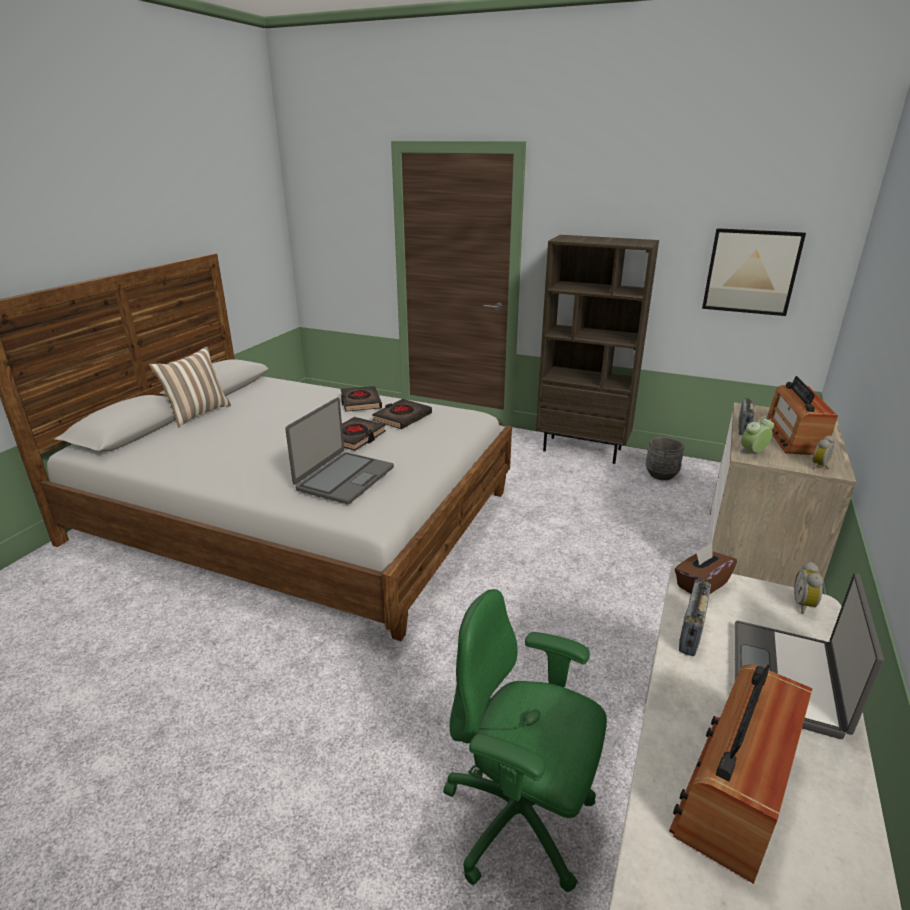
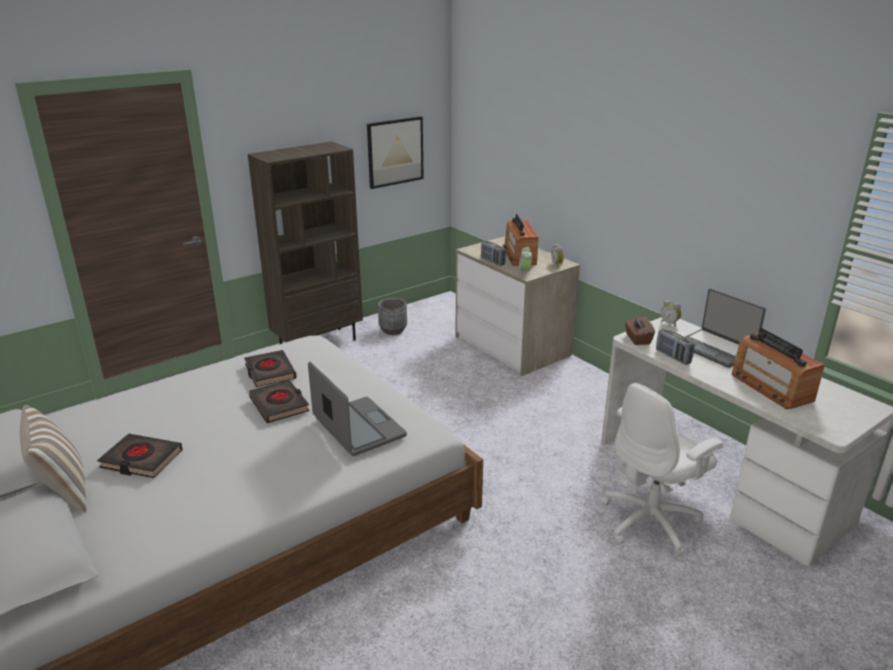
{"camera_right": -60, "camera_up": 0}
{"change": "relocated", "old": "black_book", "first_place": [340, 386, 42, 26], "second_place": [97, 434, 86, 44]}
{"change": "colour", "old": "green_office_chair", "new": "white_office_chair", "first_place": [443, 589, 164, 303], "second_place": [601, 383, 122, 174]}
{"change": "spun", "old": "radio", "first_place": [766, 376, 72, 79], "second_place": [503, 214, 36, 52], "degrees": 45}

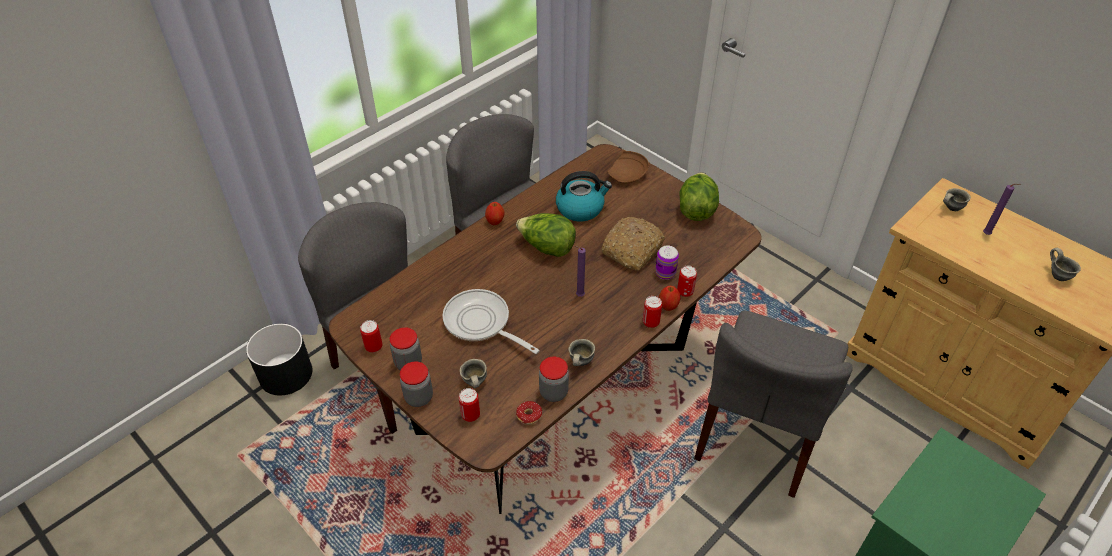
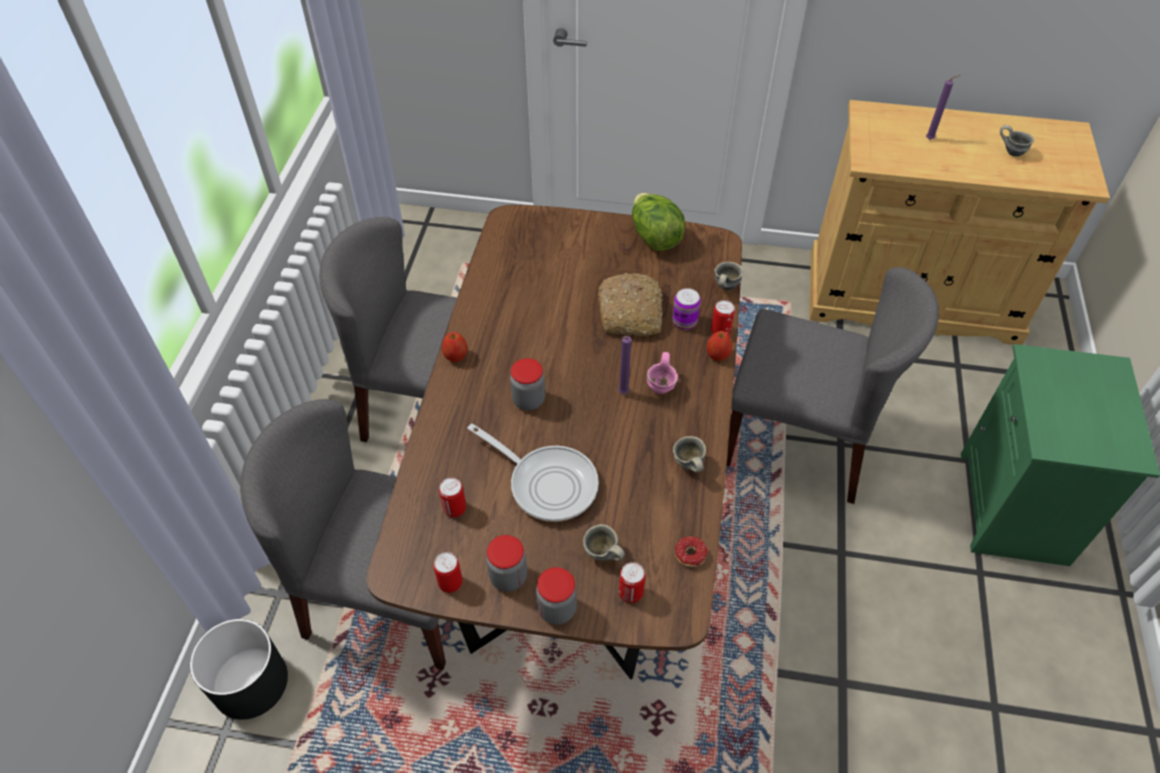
{"camera_right": -35, "camera_up": 5}
{"change": "missing", "old": "lettuce", "first_place": [516, 213, 60, 44]}
{"change": "missing", "old": "kettle", "first_place": [556, 171, 56, 50]}
{"change": "missing", "old": "brown_plate", "first_place": [608, 151, 41, 33]}
{"change": "appeared", "new": "pink_mug", "second_place": [647, 352, 31, 42]}
{"change": "relocated", "old": "jar", "first_place": [539, 357, 30, 45], "second_place": [510, 358, 35, 52]}
{"change": "relocated", "old": "can", "first_place": [643, 296, 19, 32], "second_place": [439, 477, 27, 40]}
{"change": "relocated", "old": "grey_mug", "first_place": [943, 188, 28, 23], "second_place": [714, 262, 29, 28]}
{"change": "spun", "old": "frying_pan", "first_place": [442, 289, 98, 65], "second_place": [467, 424, 132, 98], "degrees": -150}
{"change": "spun", "old": "grey_chair", "first_place": [694, 311, 159, 187], "second_place": [727, 267, 212, 237], "degrees": -60}

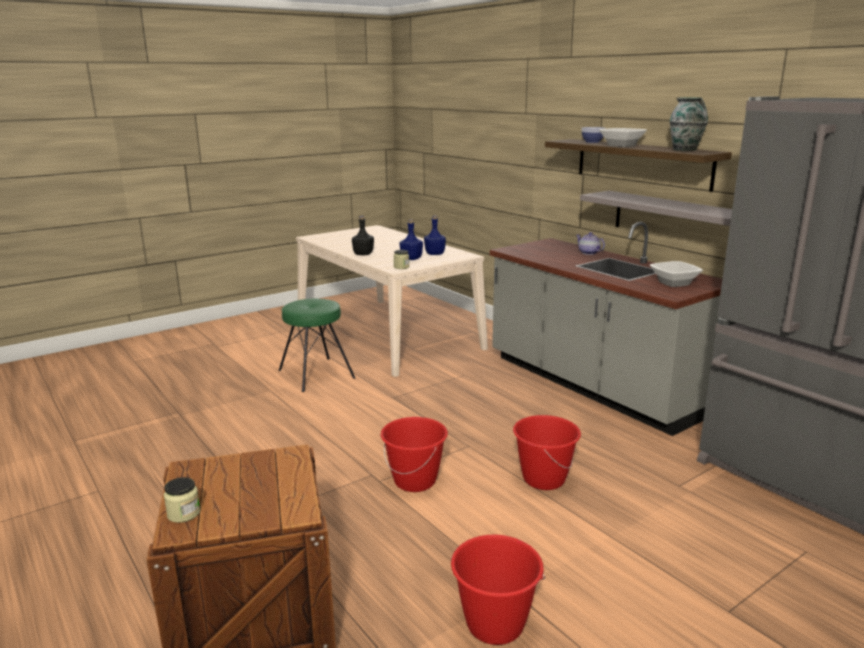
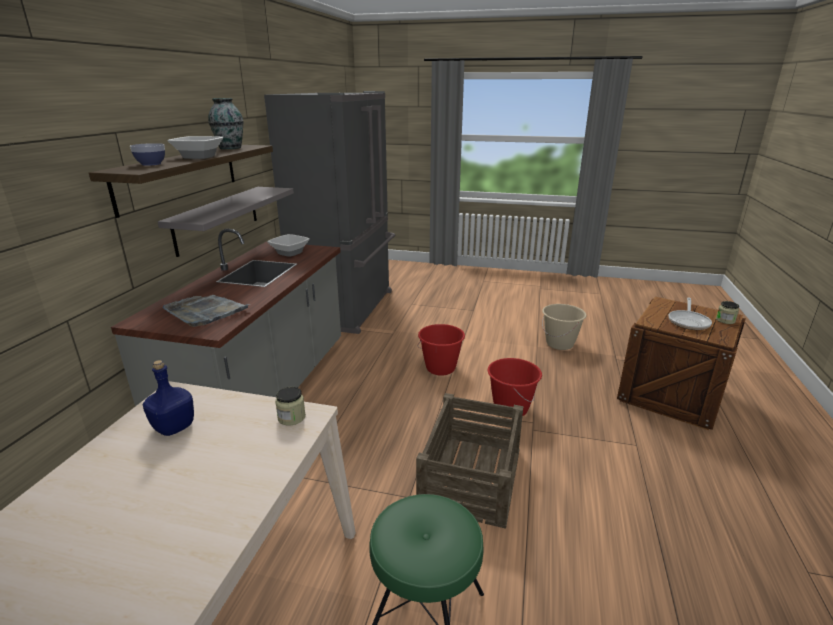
{"camera_right": -130, "camera_up": 5}
{"change": "missing", "old": "black_bottle", "first_place": [352, 216, 22, 39]}
{"change": "missing", "old": "blue_bottle", "first_place": [400, 219, 23, 41]}
{"change": "missing", "old": "teapot", "first_place": [576, 232, 29, 23]}
{"change": "appeared", "new": "grey_tray", "second_place": [162, 295, 89, 32]}
{"change": "appeared", "new": "crate", "second_place": [416, 393, 108, 136]}
{"change": "appeared", "new": "frying_pan", "second_place": [668, 298, 44, 32]}
{"change": "colour", "old": "red_bucket", "new": "beige_bucket", "first_place": [451, 535, 94, 110], "second_place": [542, 304, 44, 46]}

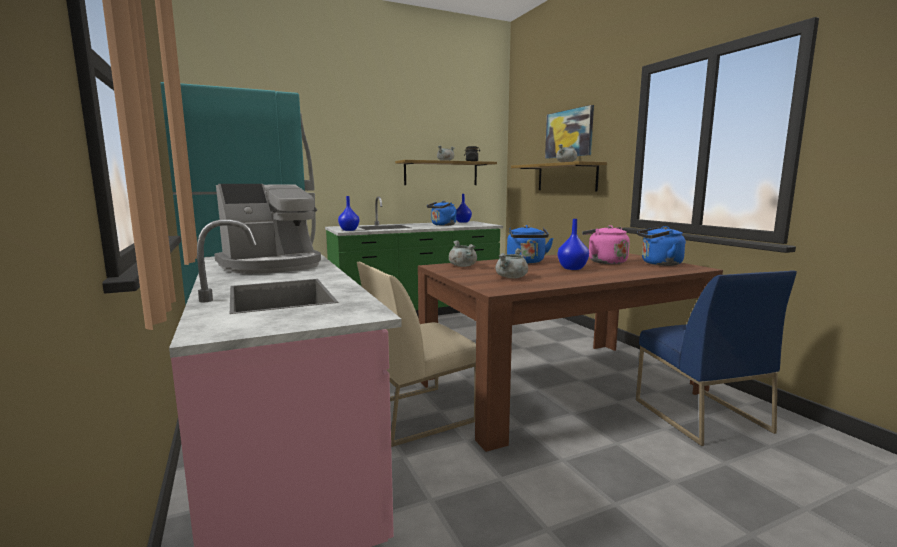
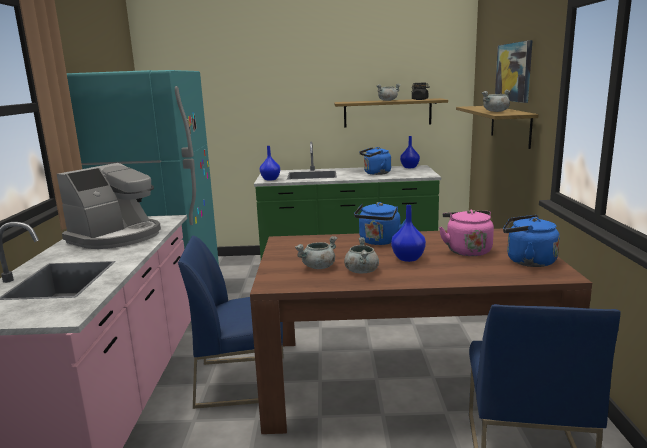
{"camera_right": 25, "camera_up": 5}
{"change": "relocated", "old": "grey_cooking_pot", "first_place": [449, 240, 28, 27], "second_place": [344, 237, 35, 36]}
{"change": "colour", "old": "beige_chair", "new": "blue_chair", "first_place": [357, 262, 119, 185], "second_place": [178, 236, 106, 173]}
{"change": "spun", "old": "coffee_machine", "first_place": [214, 184, 107, 90], "second_place": [57, 163, 104, 86], "degrees": -45}

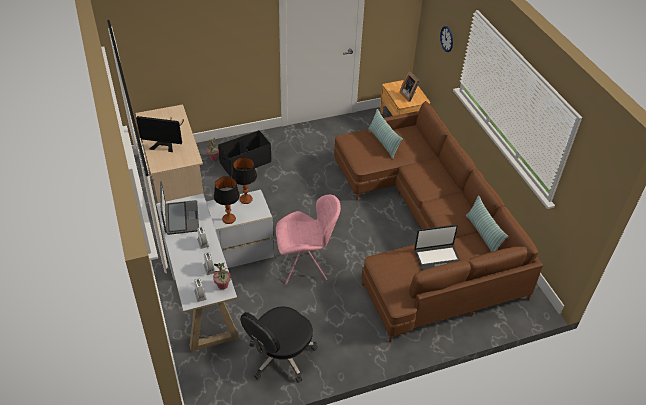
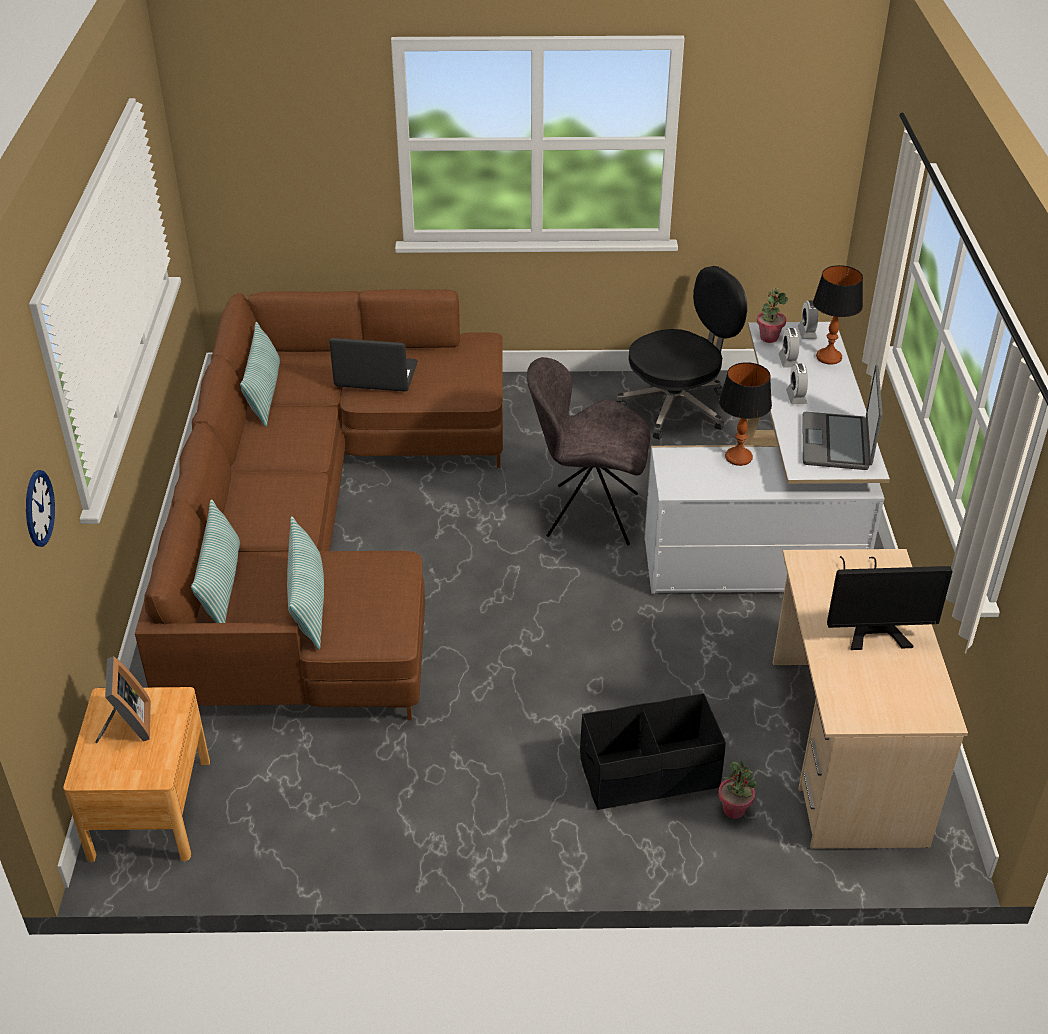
{"camera_right": -160, "camera_up": -5}
{"change": "appeared", "new": "pillow", "second_place": [191, 499, 49, 124]}
{"change": "relocated", "old": "table_lamp", "first_place": [232, 157, 25, 47], "second_place": [813, 265, 50, 99]}
{"change": "colour", "old": "pink_chair", "new": "grey_chair", "first_place": [276, 195, 65, 90], "second_place": [527, 357, 123, 188]}
{"change": "spun", "old": "monitor", "first_place": [136, 116, 48, 36], "second_place": [827, 556, 126, 94], "degrees": 150}

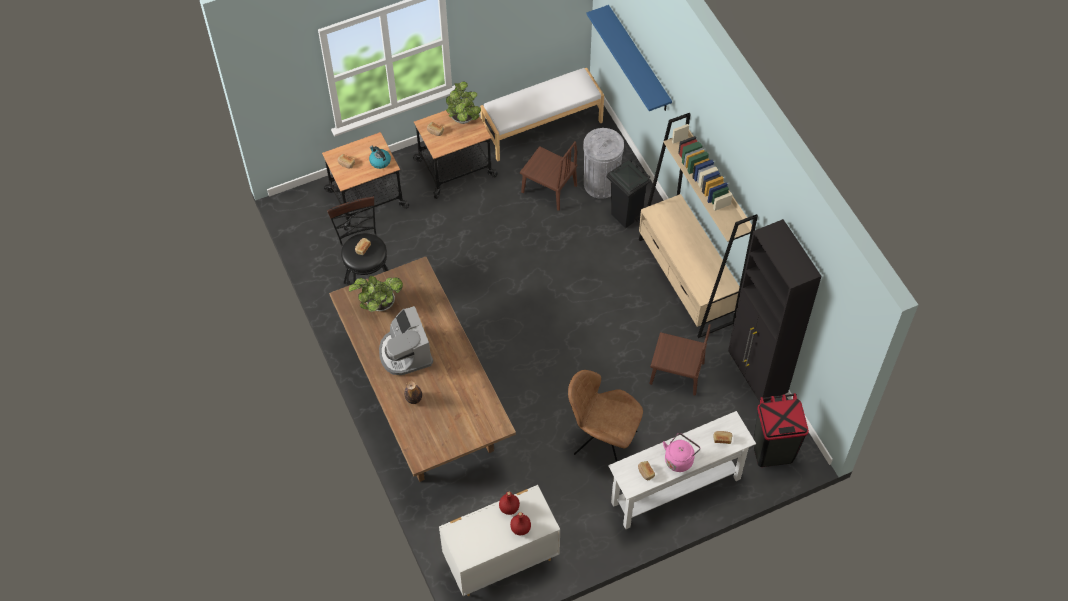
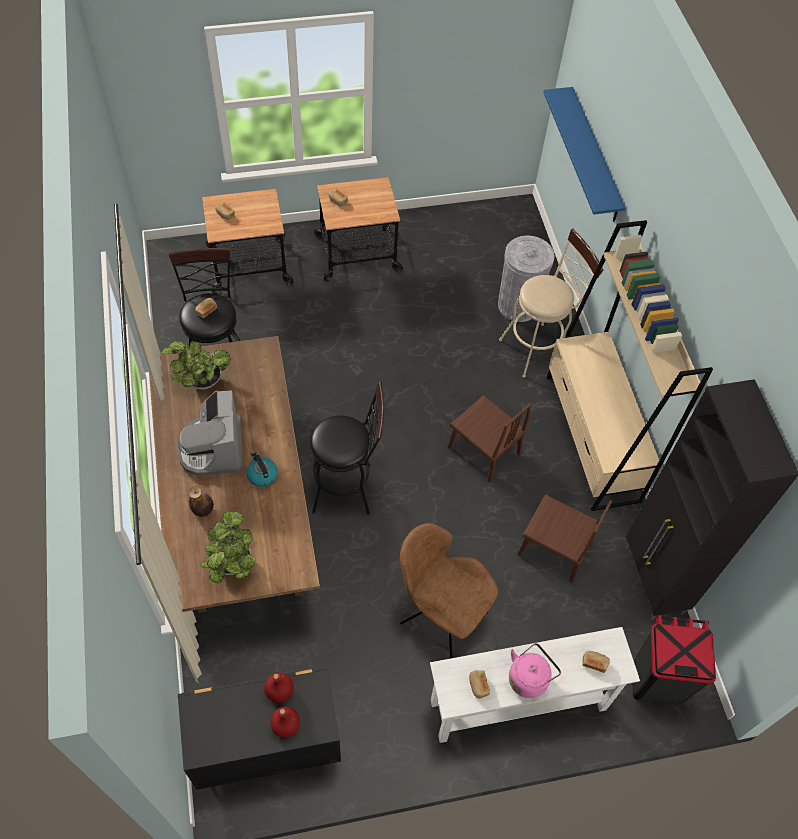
{"camera_right": 10, "camera_up": 0}
{"change": "missing", "old": "white_bench", "first_place": [480, 68, 124, 93]}
{"change": "appeared", "new": "black_stool", "second_place": [310, 381, 74, 134]}
{"change": "relocated", "old": "kettle", "first_place": [369, 146, 22, 23], "second_place": [246, 451, 32, 36]}
{"change": "relocated", "old": "potted_plant", "first_place": [446, 81, 35, 43], "second_place": [200, 512, 55, 71]}
{"change": "relocated", "old": "brown_chair", "first_place": [520, 141, 58, 70], "second_place": [448, 395, 83, 88]}
{"change": "exchanged", "old": "black_trash_can", "new": "beige_stool", "first_place": [607, 158, 43, 70], "second_place": [499, 228, 105, 150]}
{"change": "colour", "old": "white_dresser", "new": "black_dresser", "first_place": [439, 485, 121, 111], "second_place": [178, 666, 163, 124]}

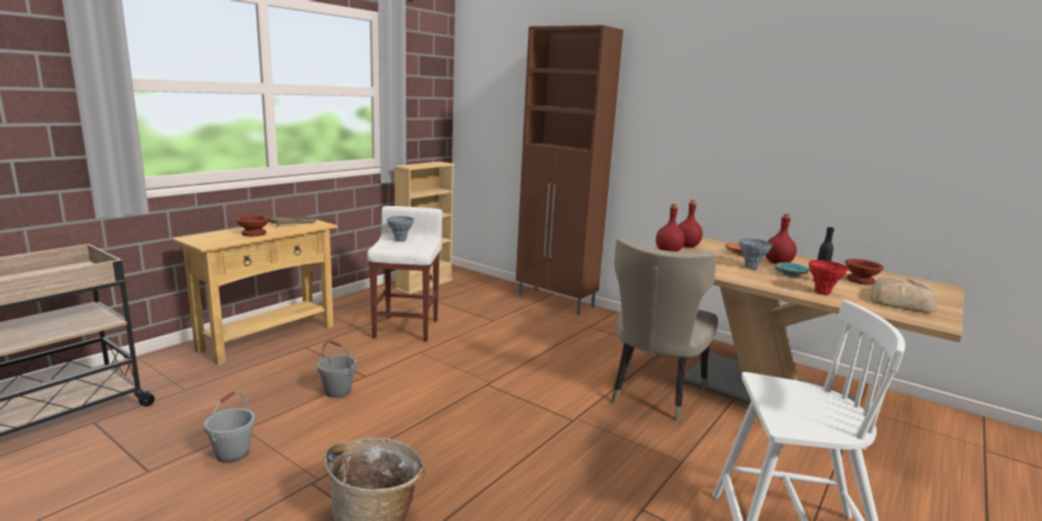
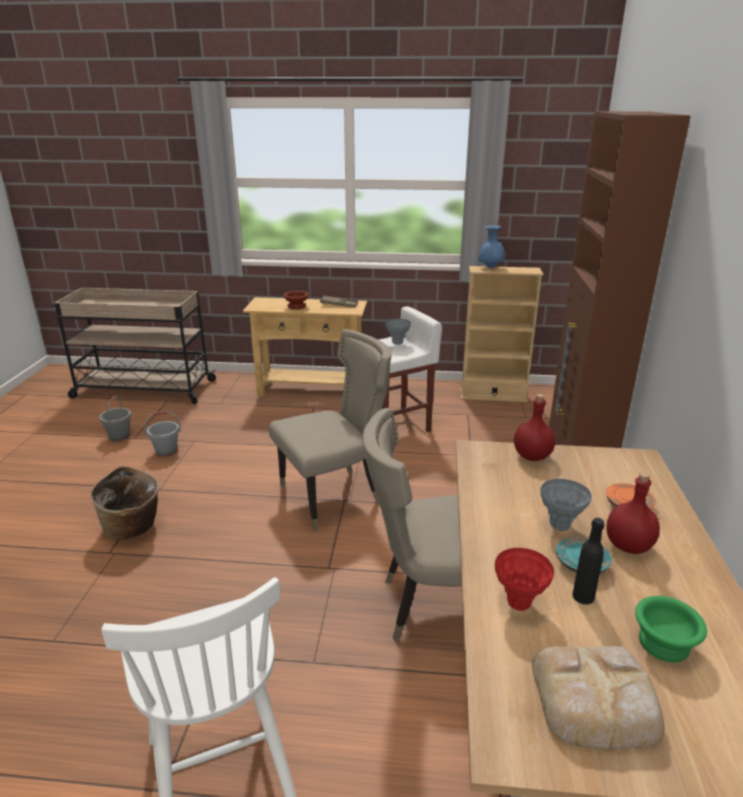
{"camera_right": 60, "camera_up": 10}
{"change": "missing", "old": "red_bottle", "first_place": [678, 200, 25, 47]}
{"change": "appeared", "new": "beige_chair", "second_place": [268, 329, 124, 202]}
{"change": "appeared", "new": "blue_vase", "second_place": [478, 225, 27, 43]}
{"change": "relocated", "old": "grey_bucket", "first_place": [317, 340, 40, 58], "second_place": [99, 396, 32, 45]}
{"change": "colour", "old": "brown_bowl", "new": "green_bowl", "first_place": [845, 259, 39, 26], "second_place": [635, 596, 72, 66]}

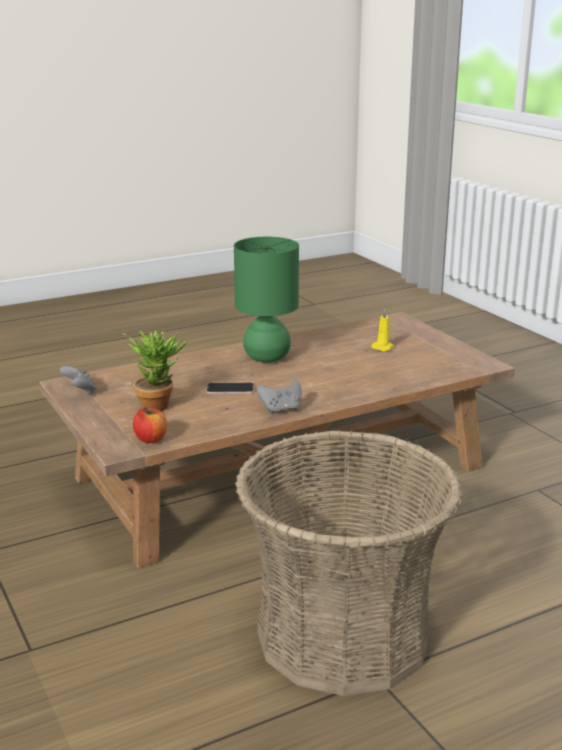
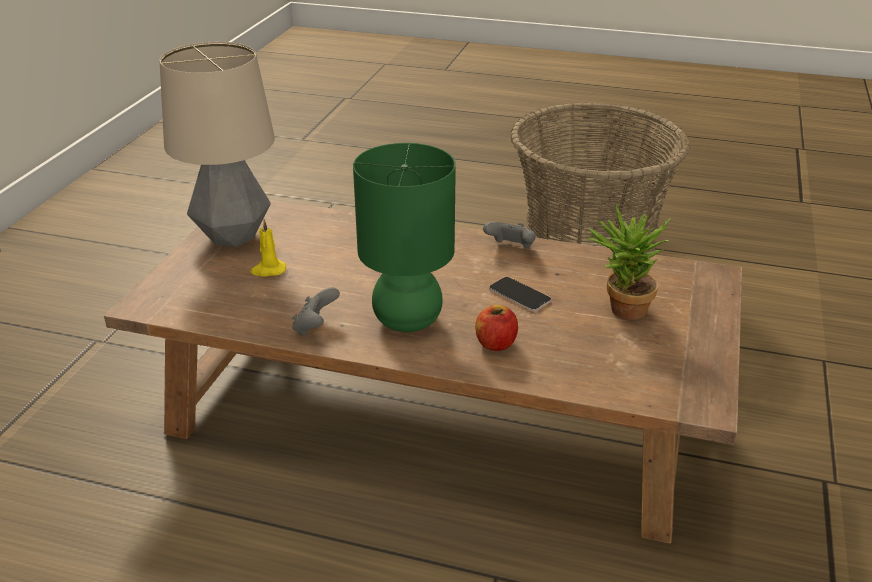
{"camera_right": -135, "camera_up": 10}
{"change": "appeared", "new": "table_lamp", "second_place": [159, 42, 116, 205]}
{"change": "relocated", "old": "grey_game_controller", "first_place": [60, 366, 37, 29], "second_place": [292, 287, 48, 49]}
{"change": "relocated", "old": "apple", "first_place": [133, 407, 34, 36], "second_place": [475, 305, 43, 46]}

